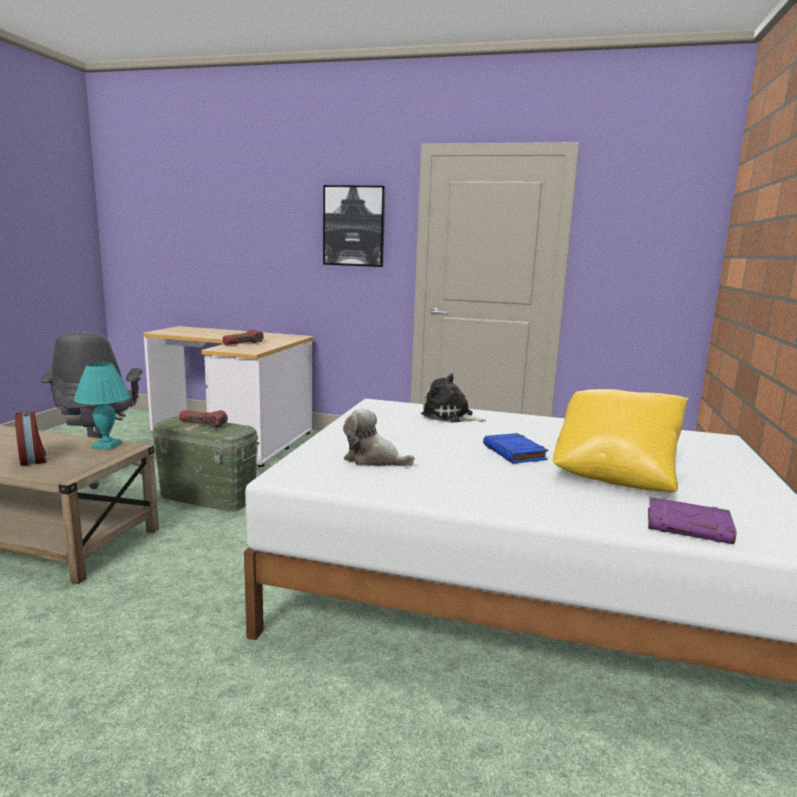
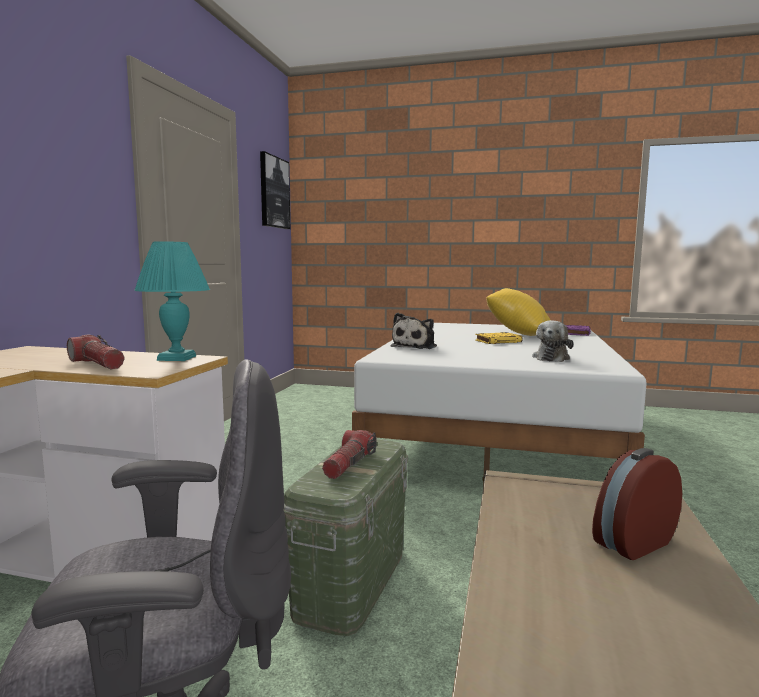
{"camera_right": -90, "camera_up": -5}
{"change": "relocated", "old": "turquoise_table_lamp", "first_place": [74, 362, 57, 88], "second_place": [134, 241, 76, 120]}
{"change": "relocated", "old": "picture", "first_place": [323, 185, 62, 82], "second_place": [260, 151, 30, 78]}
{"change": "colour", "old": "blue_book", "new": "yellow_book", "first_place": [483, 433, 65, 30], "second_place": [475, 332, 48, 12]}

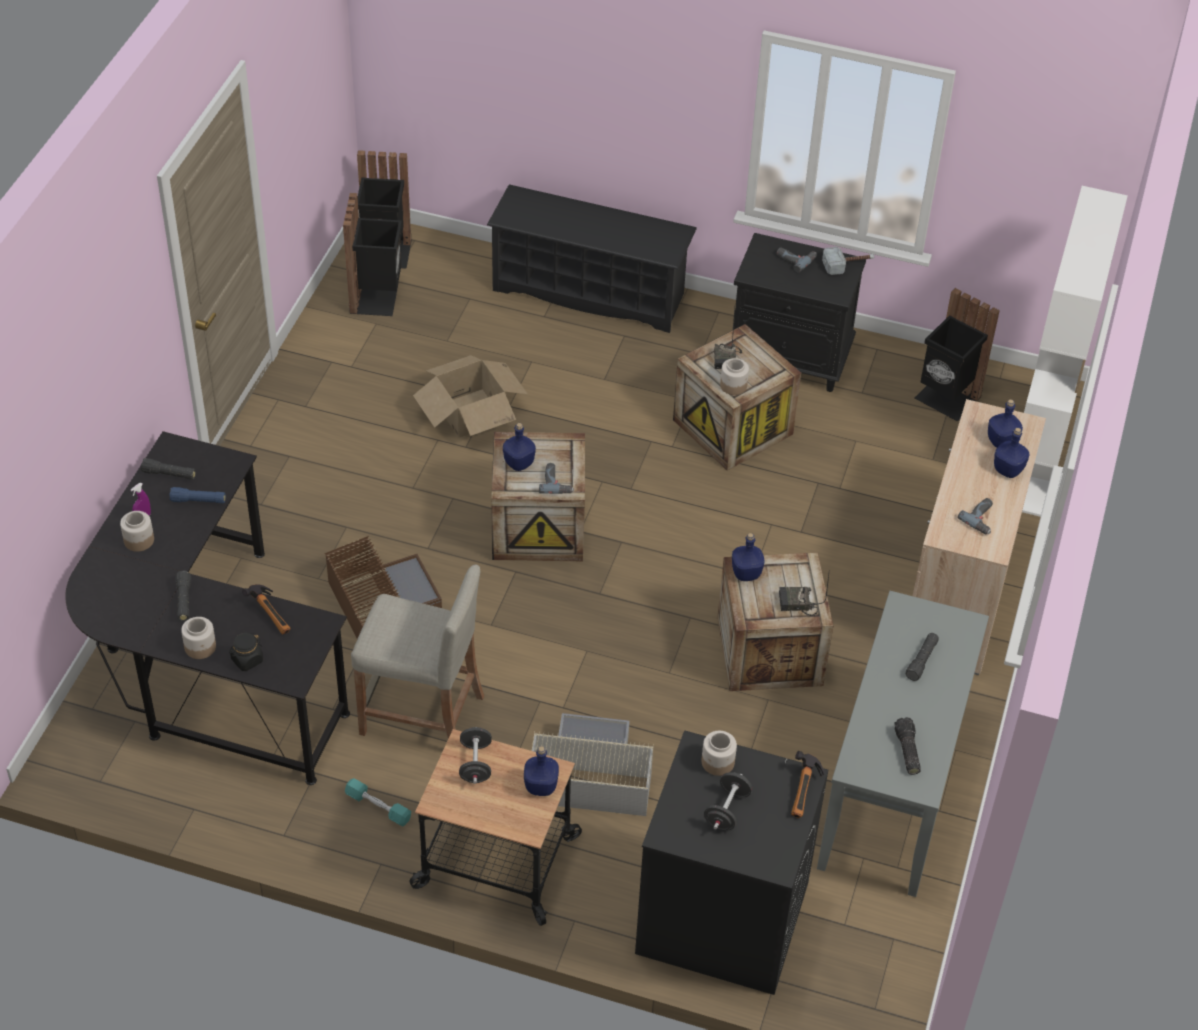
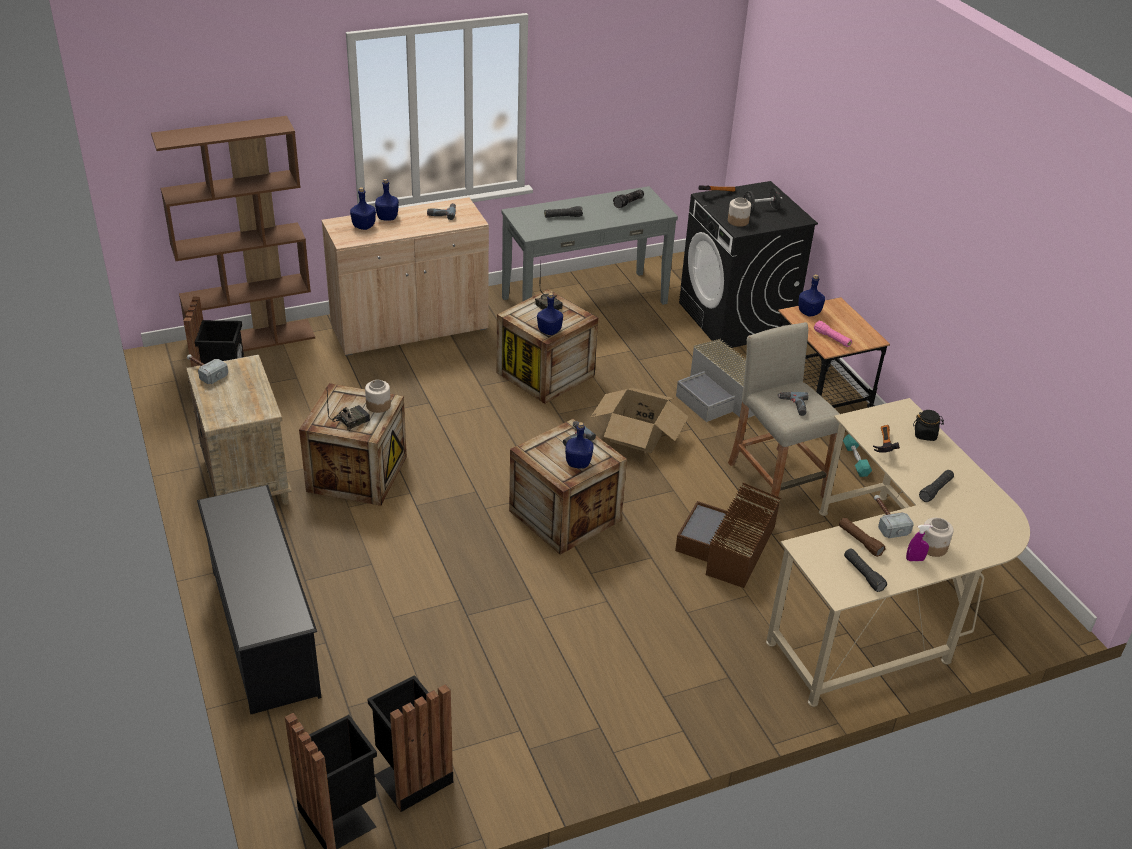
{"camera_right": -130, "camera_up": -10}
{"change": "missing", "old": "jar", "first_place": [181, 617, 35, 42]}
{"change": "appeared", "new": "hammer", "second_place": [874, 495, 40, 43]}
{"change": "relocated", "old": "cardboard_box", "first_place": [413, 355, 114, 83], "second_place": [590, 388, 98, 65]}
{"change": "relocated", "old": "power_drill", "first_place": [777, 247, 40, 26], "second_place": [778, 392, 30, 24]}
{"change": "exchanged", "old": "black_dumbbell", "new": "pink_flashlight", "first_place": [459, 727, 33, 57], "second_place": [814, 321, 38, 26]}
{"change": "colour", "old": "black_desk", "new": "beige_desk", "first_place": [65, 431, 285, 354], "second_place": [766, 398, 264, 309]}
{"change": "colour", "old": "blue_flashlight", "new": "brown_flashlight", "first_place": [169, 487, 57, 16], "second_place": [839, 518, 47, 39]}
{"change": "colour", "old": "black_nightstand", "new": "beige_nightstand", "first_place": [734, 233, 132, 159], "second_place": [186, 355, 106, 150]}
{"change": "colour", "old": "white_bookcase", "new": "brown_bookcase", "first_place": [1022, 186, 106, 331], "second_place": [151, 116, 164, 236]}

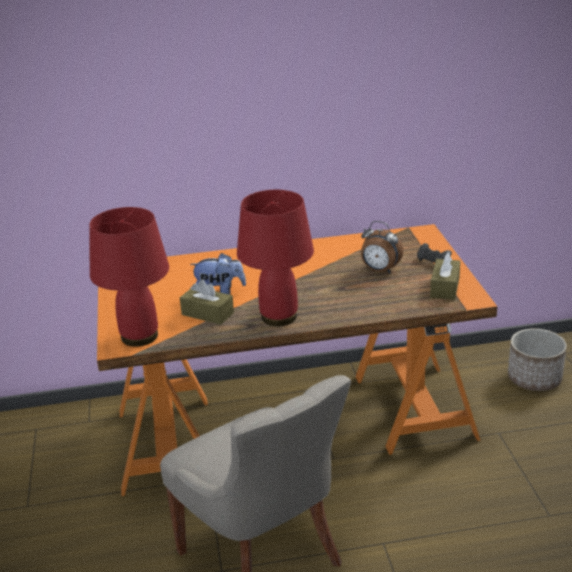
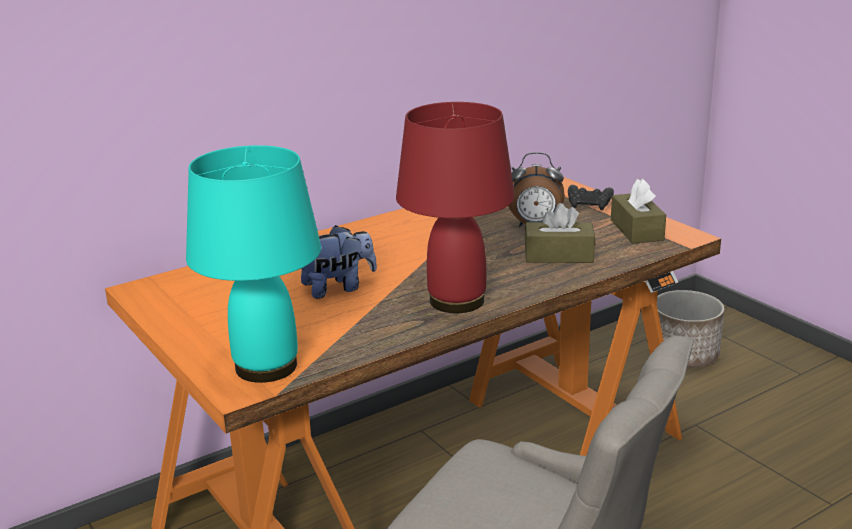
{"camera_right": -25, "camera_up": -5}
{"change": "relocated", "old": "brown_tissue_box", "first_place": [180, 280, 54, 45], "second_place": [524, 203, 71, 60]}
{"change": "colour", "old": "red_table_lamp", "new": "turquoise_table_lamp", "first_place": [89, 207, 80, 140], "second_place": [186, 145, 135, 238]}

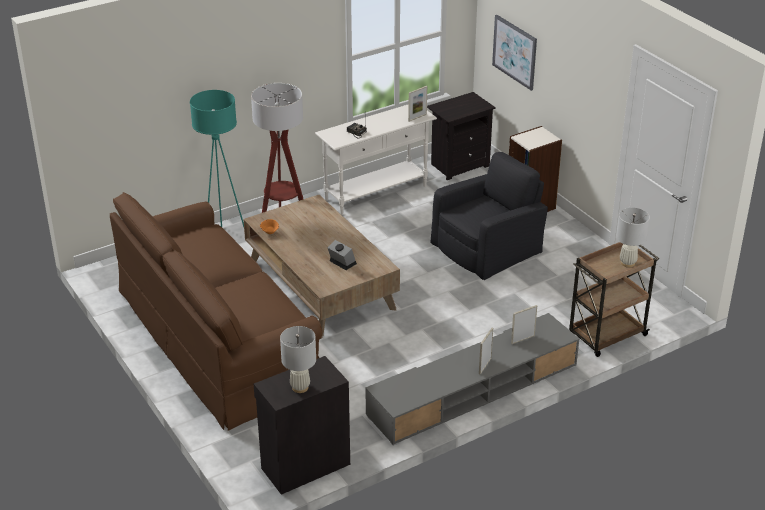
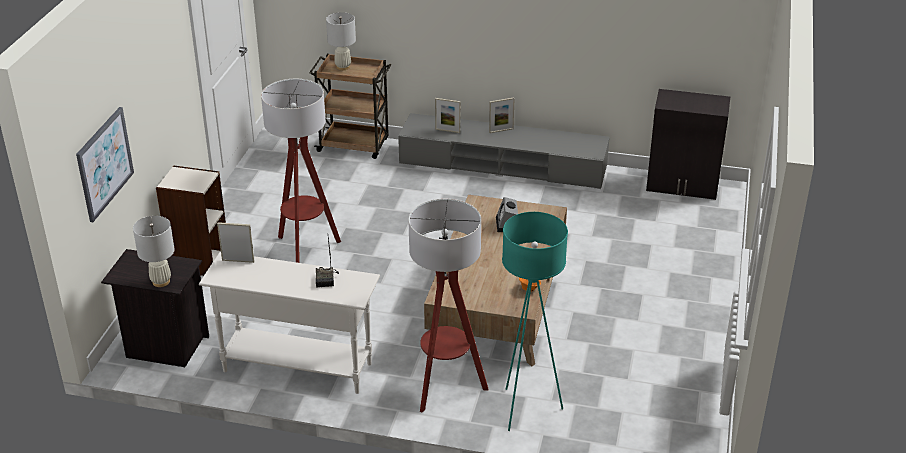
{"camera_right": -135, "camera_up": 0}
{"change": "missing", "old": "brown_sofa", "first_place": [110, 192, 213, 239]}
{"change": "relocated", "old": "white_table_lamp", "first_place": [280, 326, 36, 67], "second_place": [133, 216, 42, 71]}
{"change": "exchanged", "old": "black_armchair", "new": "floor_lamp", "first_place": [431, 152, 117, 128], "second_place": [261, 79, 80, 184]}

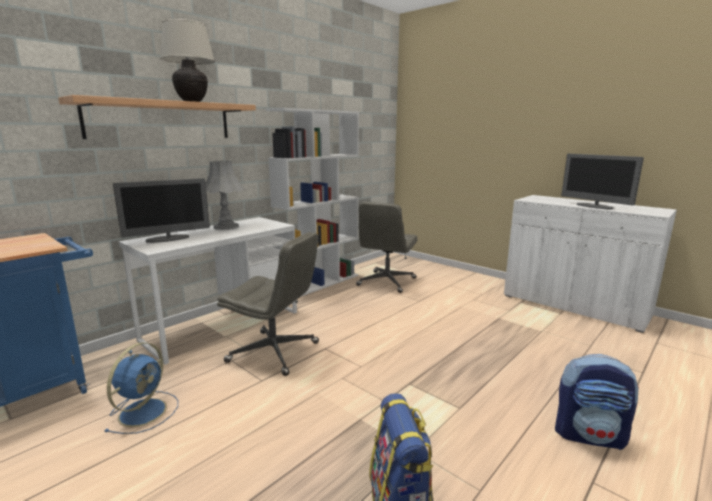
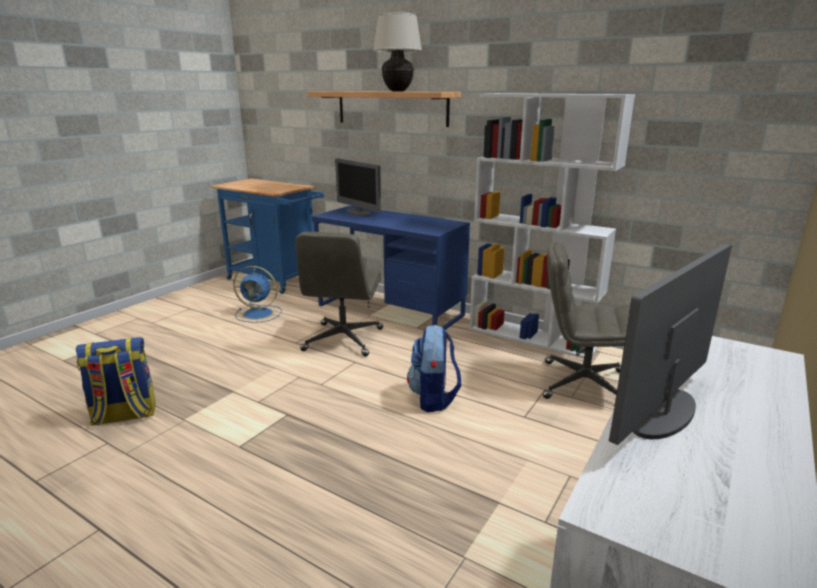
{"camera_right": 80, "camera_up": 5}
{"change": "missing", "old": "grey_table_lamp", "first_place": [206, 161, 39, 69]}
{"change": "relocated", "old": "backpack", "first_place": [555, 354, 84, 96], "second_place": [407, 325, 54, 87]}
{"change": "colour", "old": "white_desk", "new": "blue_desk", "first_place": [119, 217, 178, 148], "second_place": [312, 206, 158, 124]}

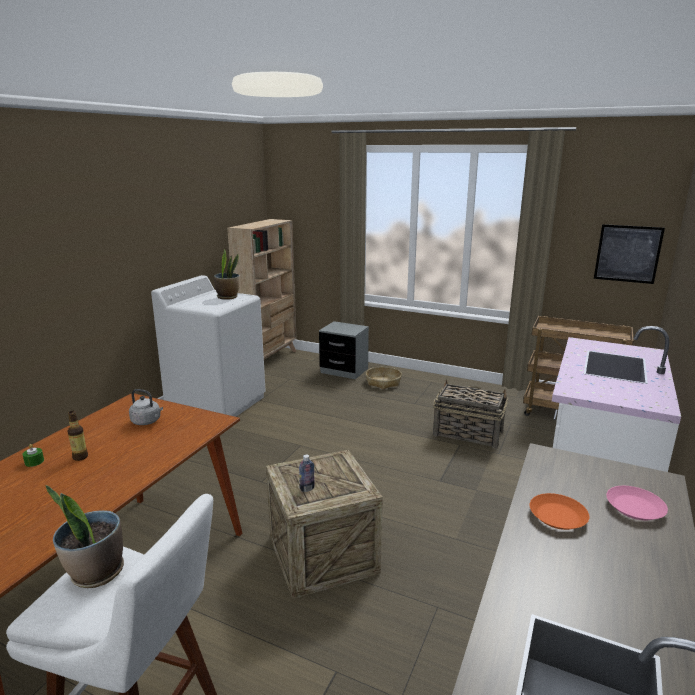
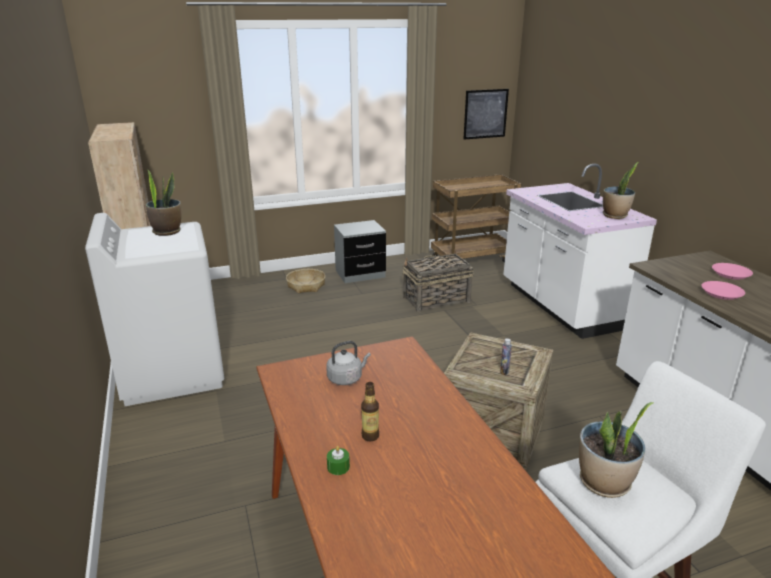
{"camera_right": -45, "camera_up": 5}
{"change": "appeared", "new": "potted_plant", "second_place": [603, 162, 35, 57]}
{"change": "relocated", "old": "grey_nightstand", "first_place": [319, 321, 50, 58], "second_place": [334, 220, 52, 63]}
{"change": "colour", "old": "orange_plate", "new": "pink_plate", "first_place": [530, 493, 59, 37], "second_place": [702, 281, 43, 19]}

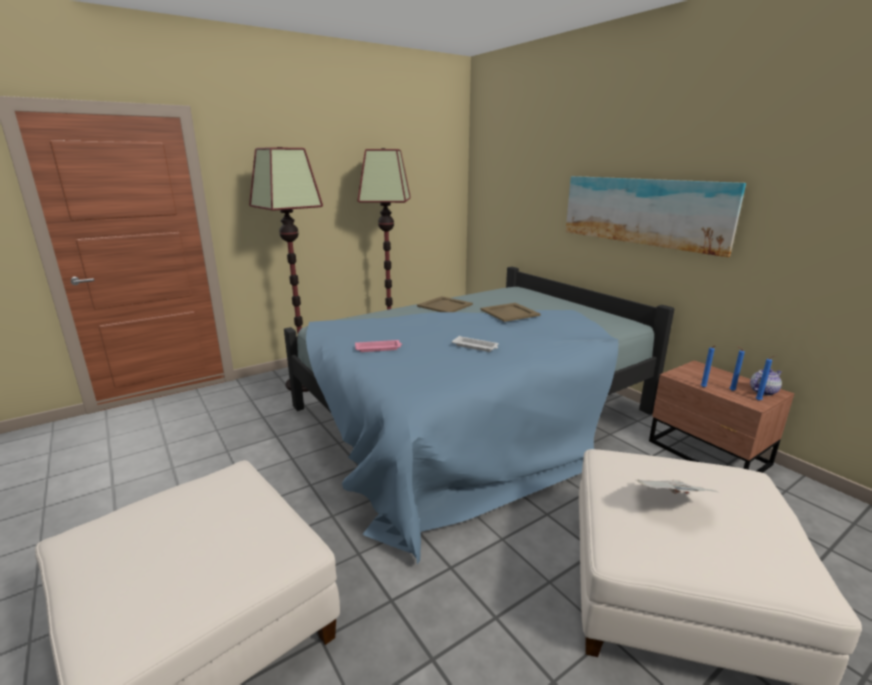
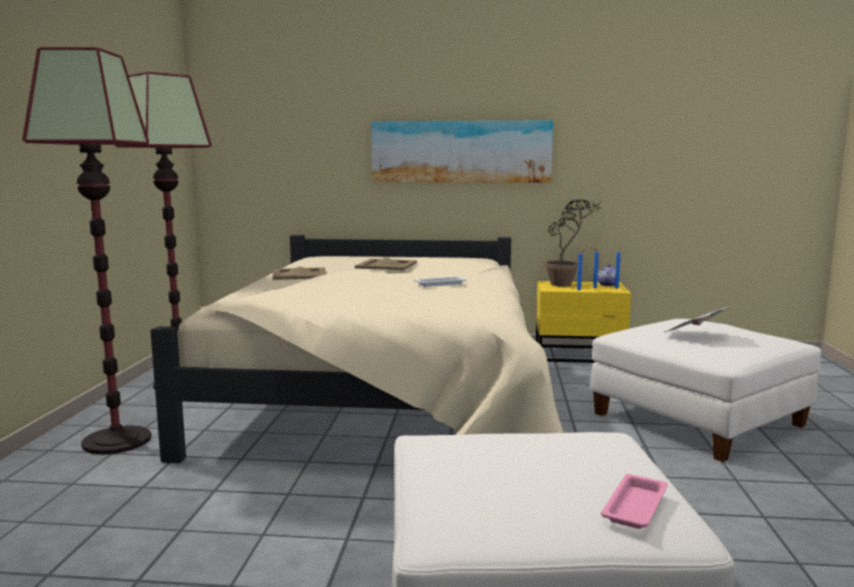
{"camera_right": -50, "camera_up": -10}
{"change": "appeared", "new": "potted_plant", "second_place": [545, 199, 59, 87]}
{"change": "relocated", "old": "pink_tray", "first_place": [355, 340, 47, 12], "second_place": [601, 474, 67, 55]}
{"change": "colour", "old": "blue_bed", "new": "beige_bed", "first_place": [284, 267, 390, 297], "second_place": [150, 235, 413, 228]}
{"change": "colour", "old": "brown_nightstand", "new": "yellow_nightstand", "first_place": [649, 360, 146, 113], "second_place": [536, 281, 95, 82]}

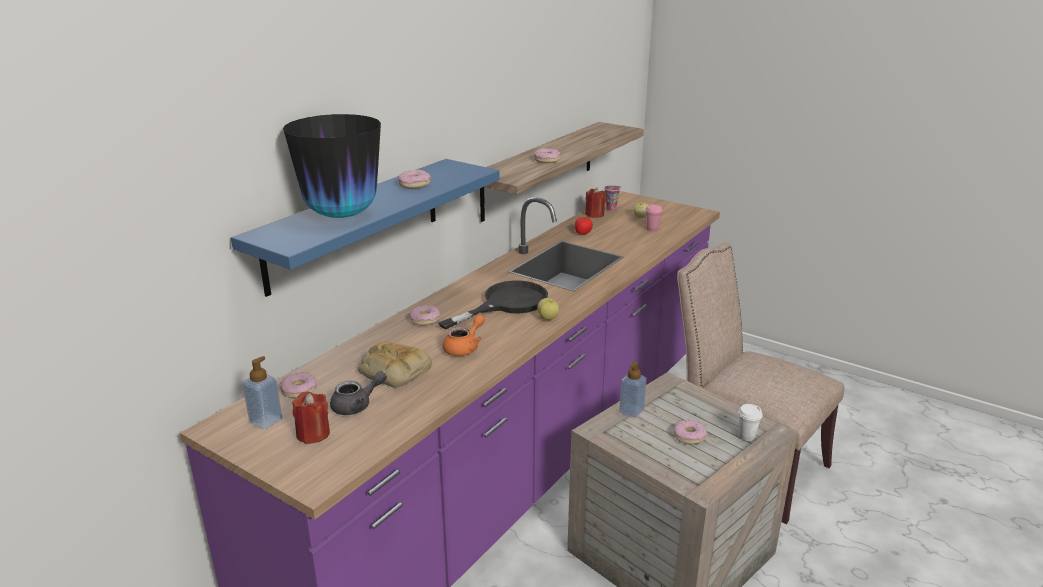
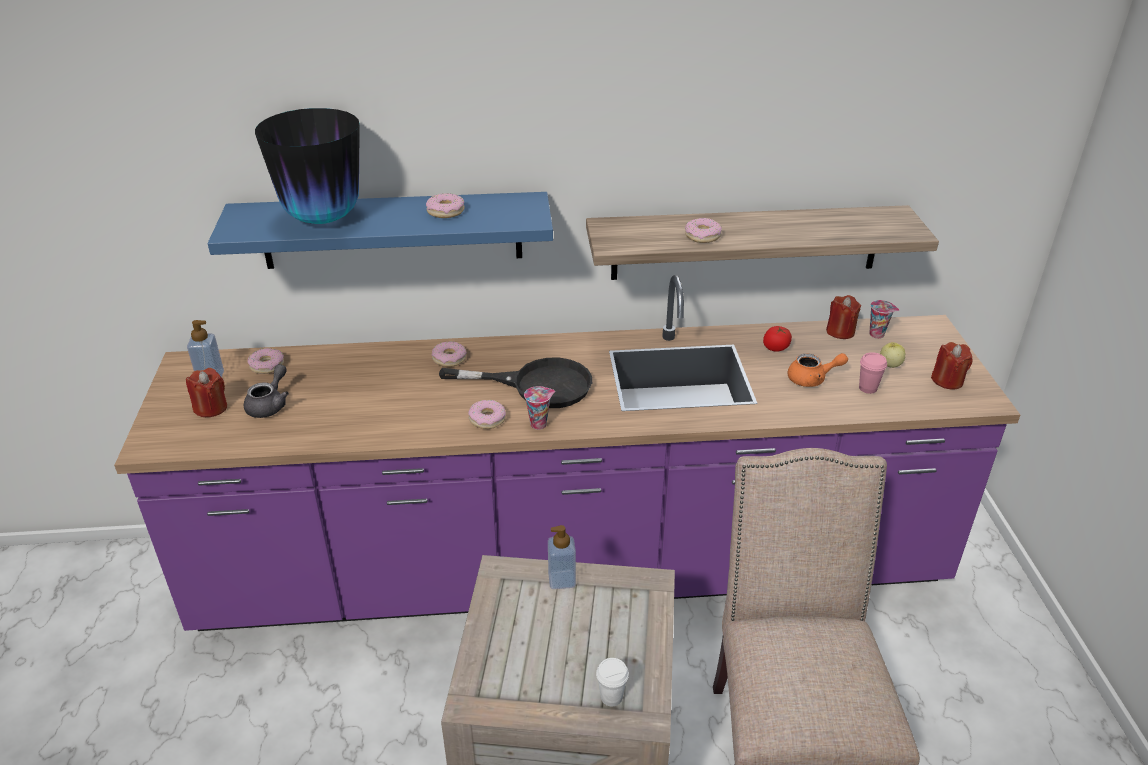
{"camera_right": 50, "camera_up": 10}
{"change": "missing", "old": "bread", "first_place": [358, 342, 74, 46]}
{"change": "appeared", "new": "red_candle", "second_place": [931, 342, 42, 48]}
{"change": "relocated", "old": "orange_teapot", "first_place": [443, 315, 42, 41], "second_place": [788, 353, 60, 34]}
{"change": "relocated", "old": "donut", "first_place": [674, 420, 33, 25], "second_place": [468, 400, 38, 29]}
{"change": "exchanged", "old": "apple", "new": "cup", "first_place": [537, 298, 22, 22], "second_place": [524, 386, 31, 44]}
{"change": "spun", "old": "grey_teapot", "first_place": [330, 371, 57, 44], "second_place": [244, 364, 45, 54], "degrees": -90}

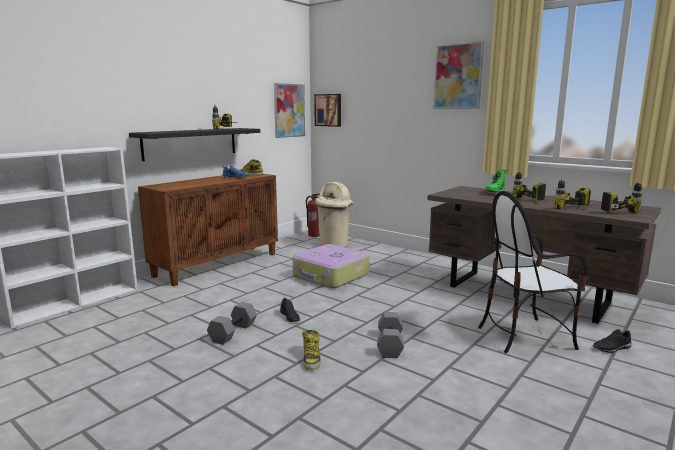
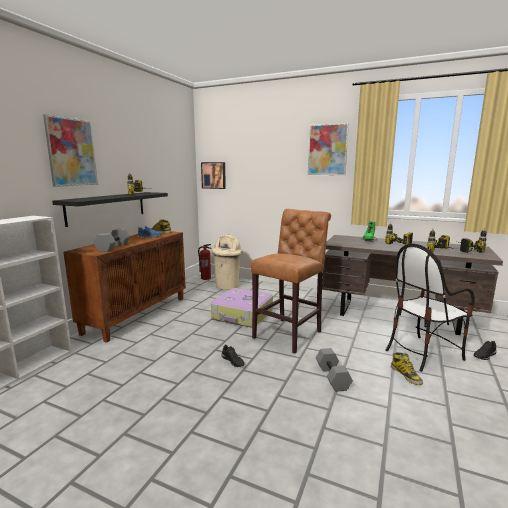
{"camera_right": -15, "camera_up": 0}
{"change": "appeared", "new": "brown_stool", "second_place": [251, 209, 80, 145]}
{"change": "relocated", "old": "grey_dumbbell", "first_place": [207, 302, 50, 43], "second_place": [94, 229, 36, 23]}
{"change": "relocated", "old": "picture", "first_place": [274, 83, 31, 55], "second_place": [43, 114, 55, 73]}
{"change": "relocated", "old": "boot", "first_place": [302, 330, 19, 40], "second_place": [391, 352, 32, 33]}

